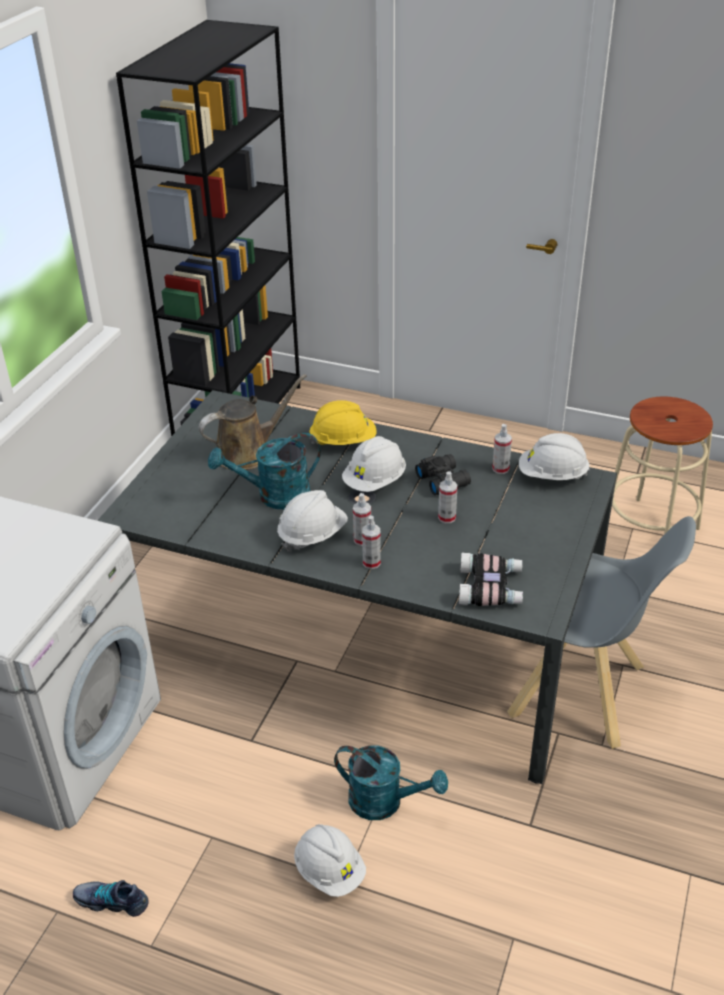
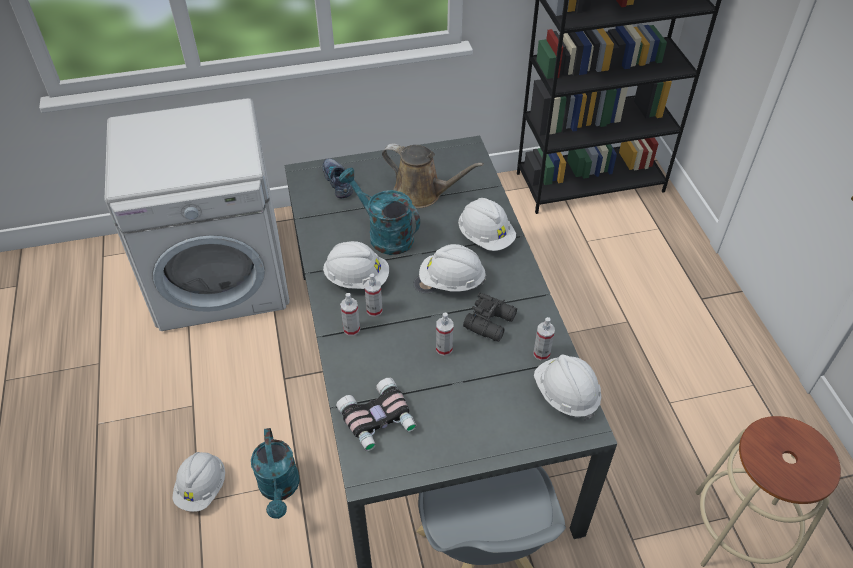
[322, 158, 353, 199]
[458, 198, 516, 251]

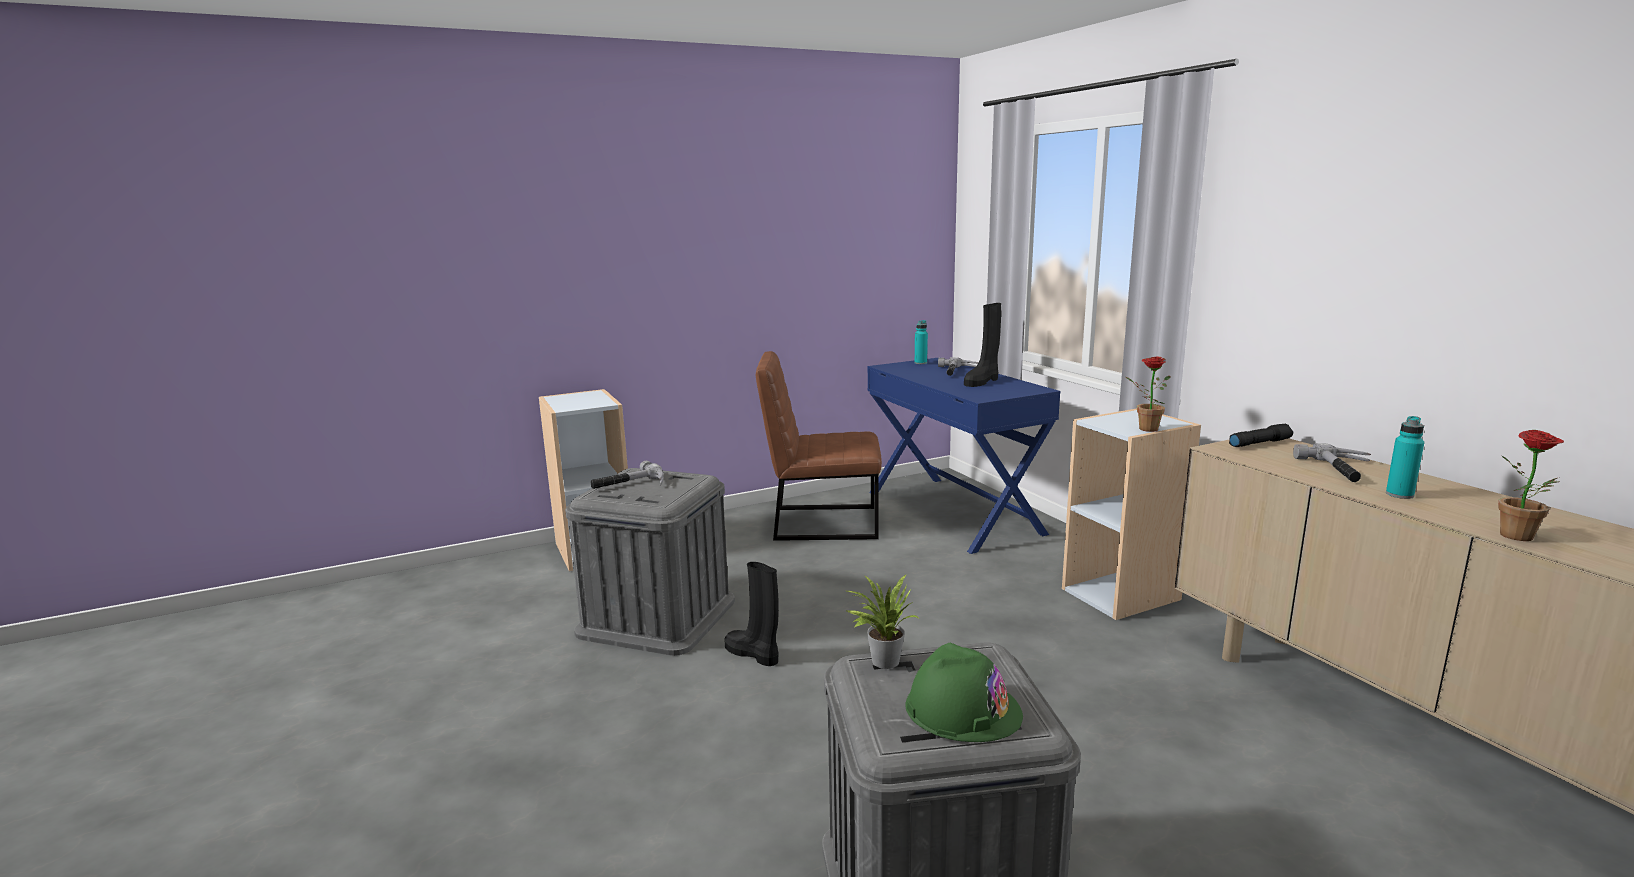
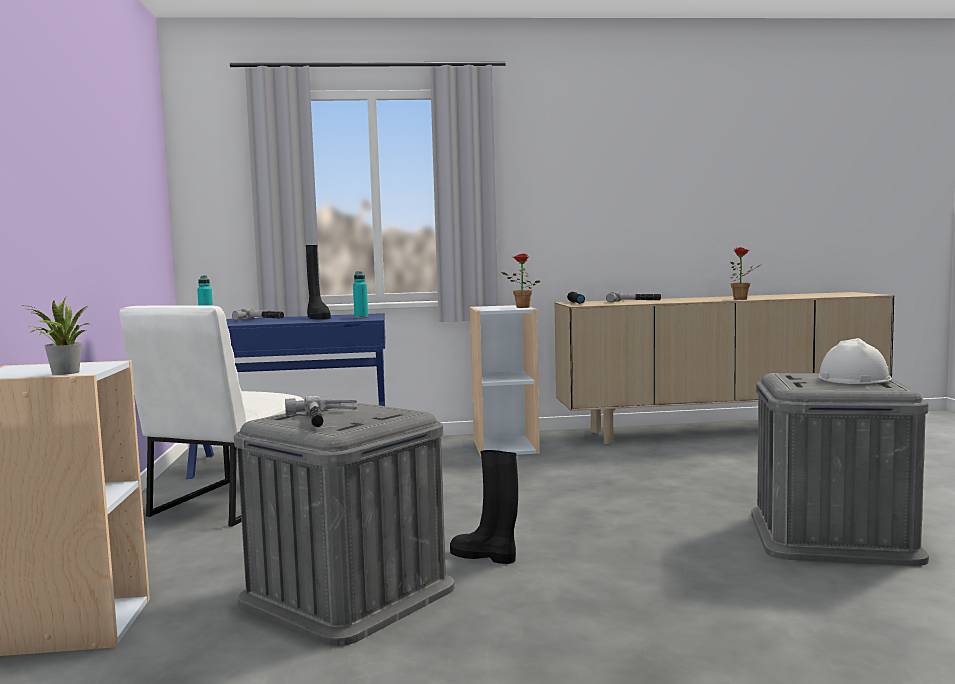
[29, 297, 91, 375]
[119, 305, 304, 527]
[353, 271, 368, 318]
[450, 450, 518, 564]
[819, 338, 892, 384]

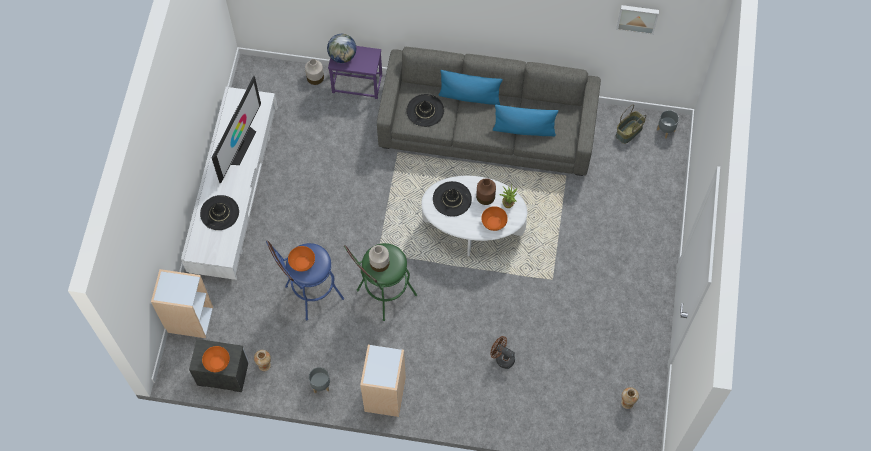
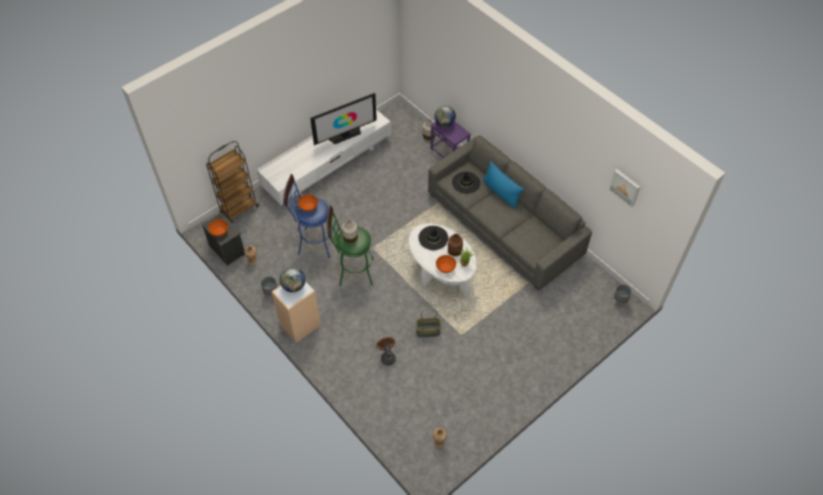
[206, 141, 260, 223]
[280, 267, 305, 292]
[416, 309, 441, 338]
[200, 195, 239, 230] (first image)
[493, 105, 559, 137] (first image)

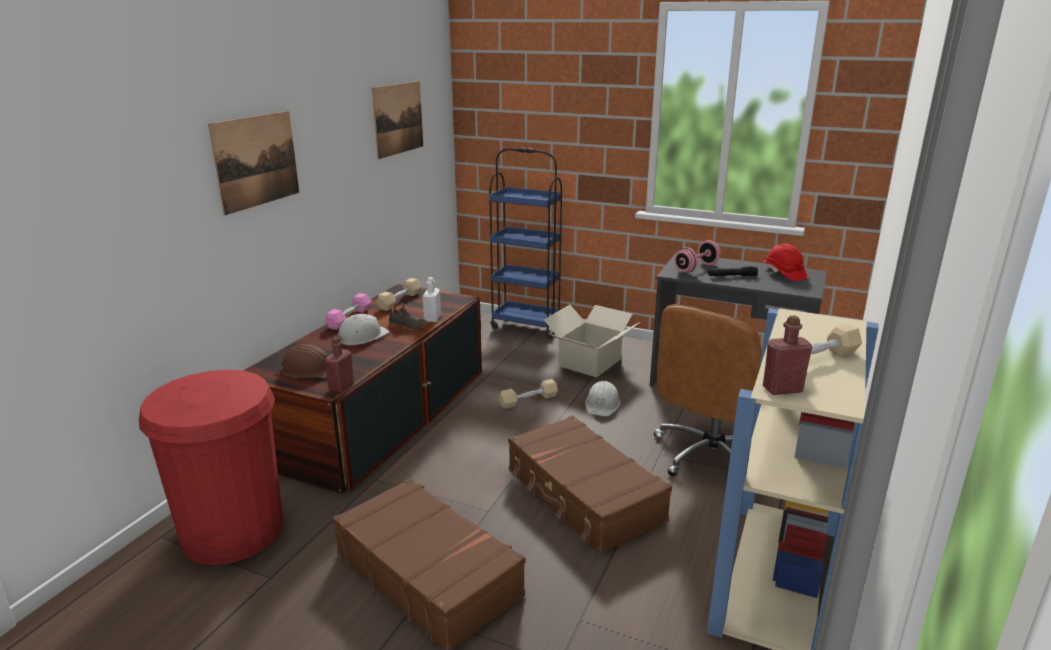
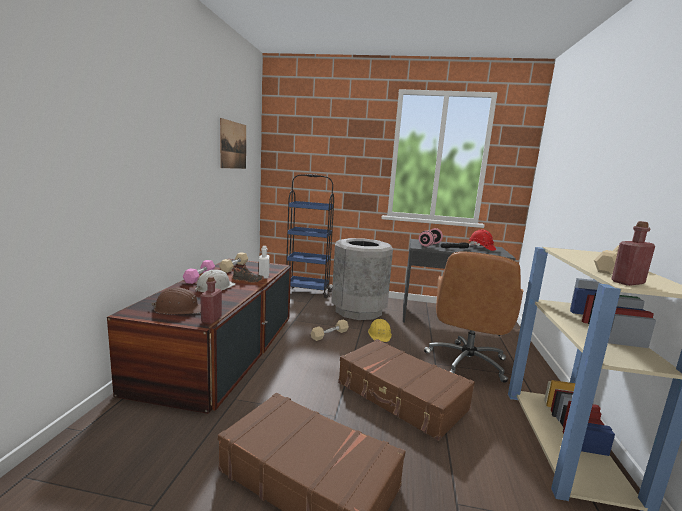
[331, 238, 393, 320]
[368, 319, 392, 342]
[139, 370, 283, 565] (first image)
[208, 111, 299, 215] (first image)

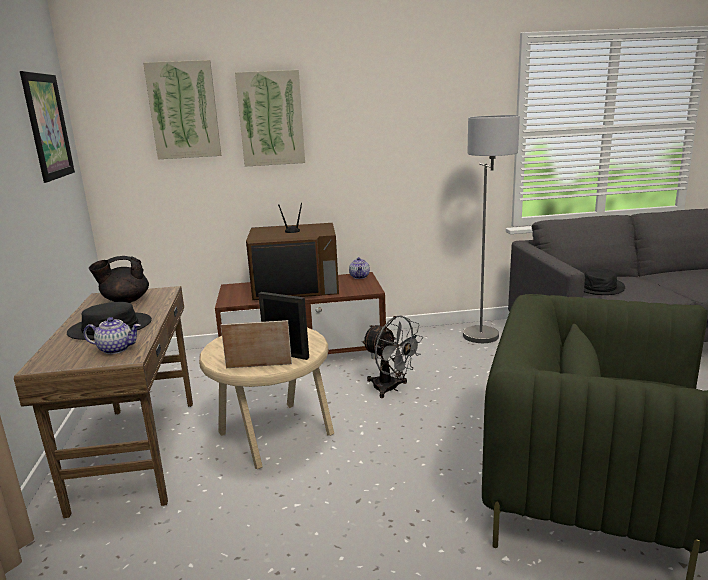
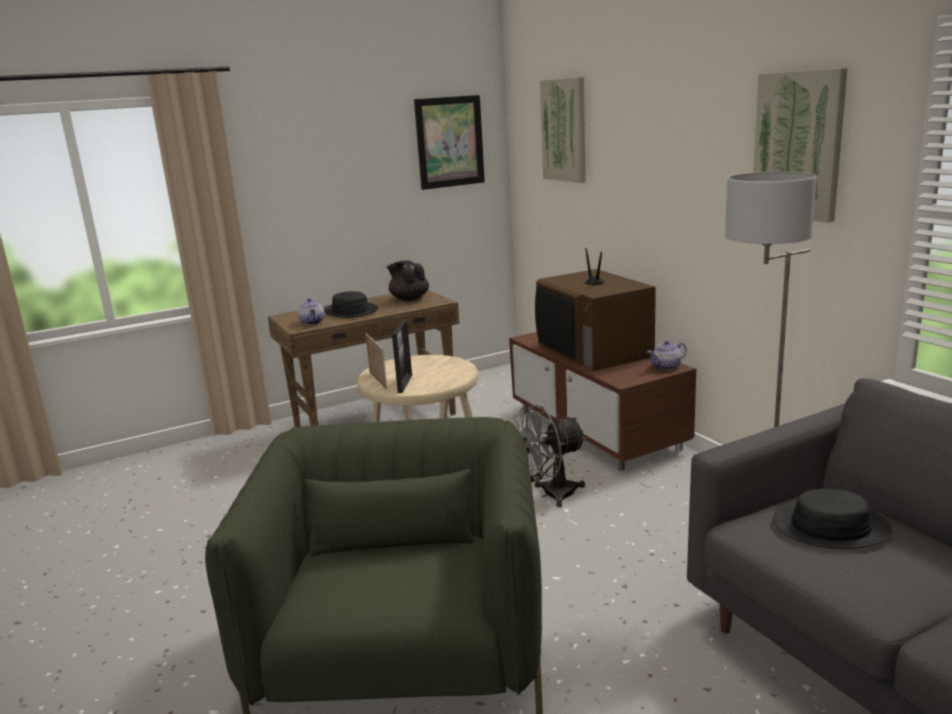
[513, 405, 586, 507]
[753, 68, 848, 222]

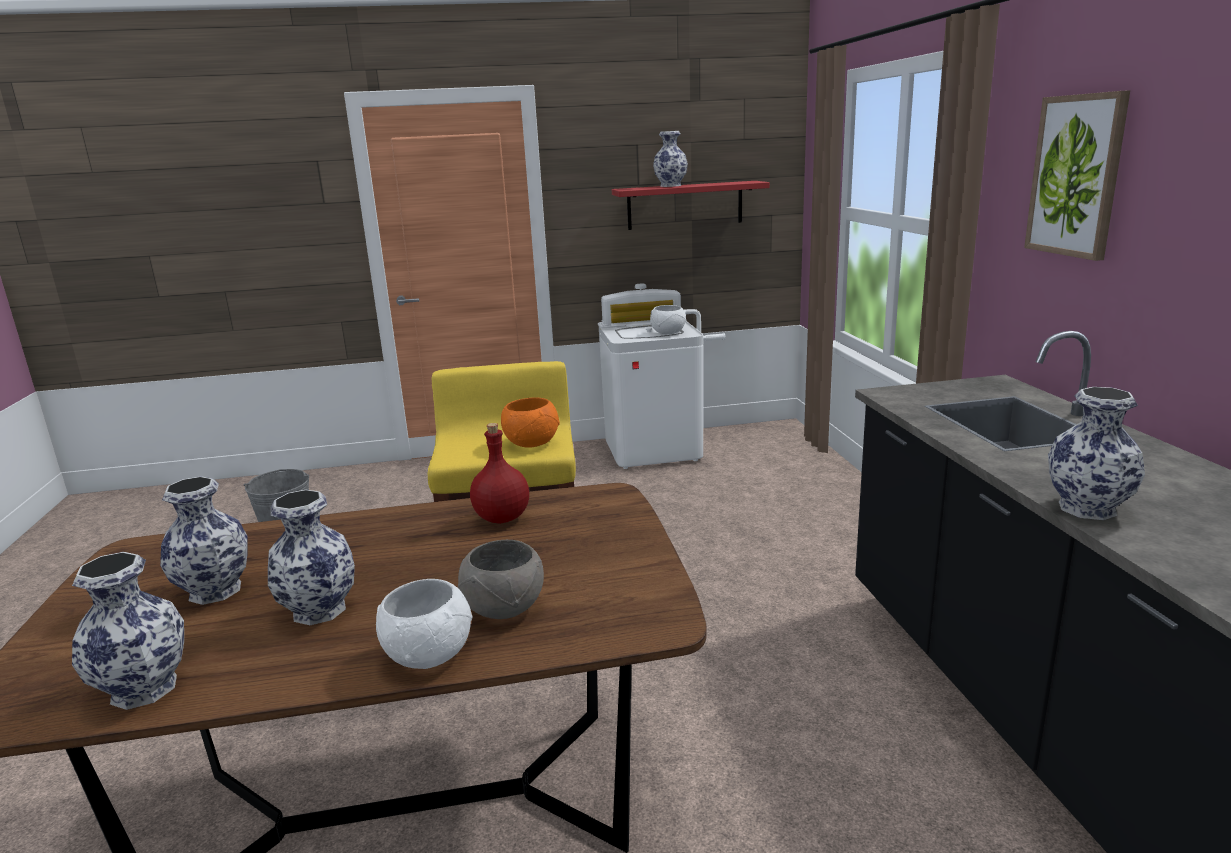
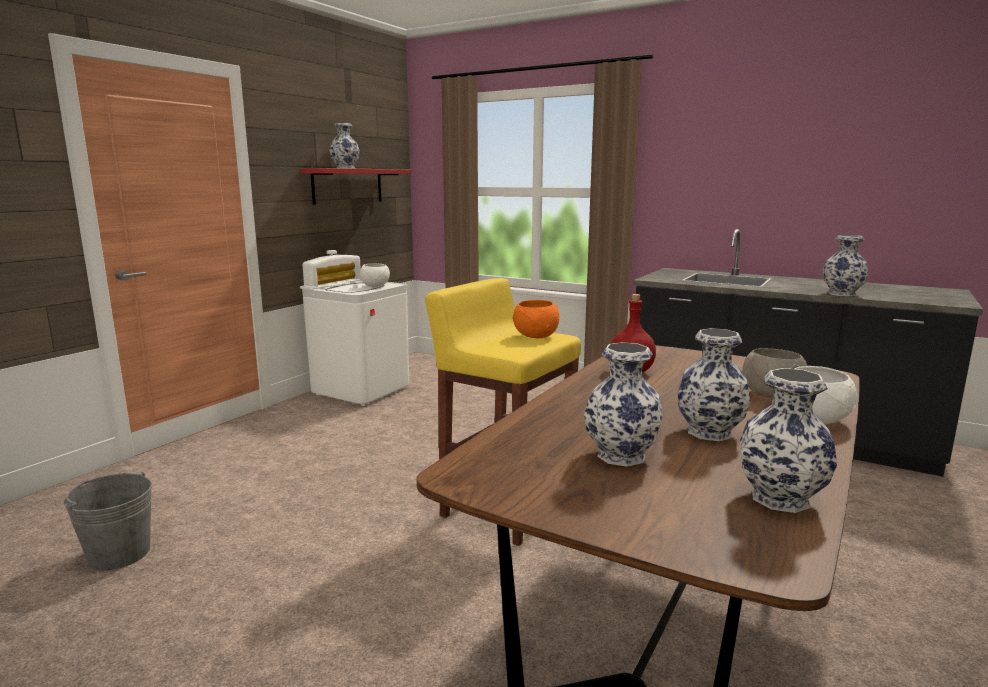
[1024, 90, 1130, 261] (first image)

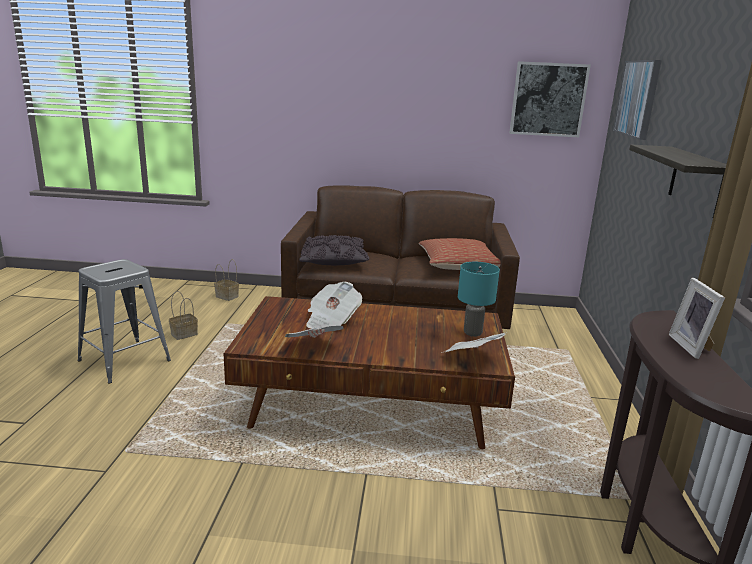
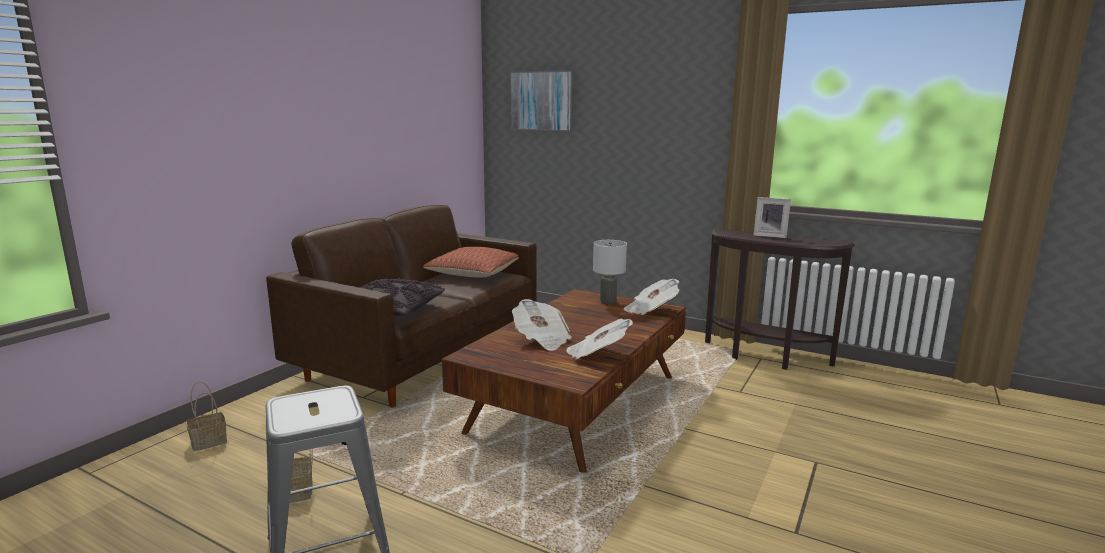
[593, 240, 627, 304]
[509, 61, 591, 137] (first image)
[629, 145, 726, 217] (first image)

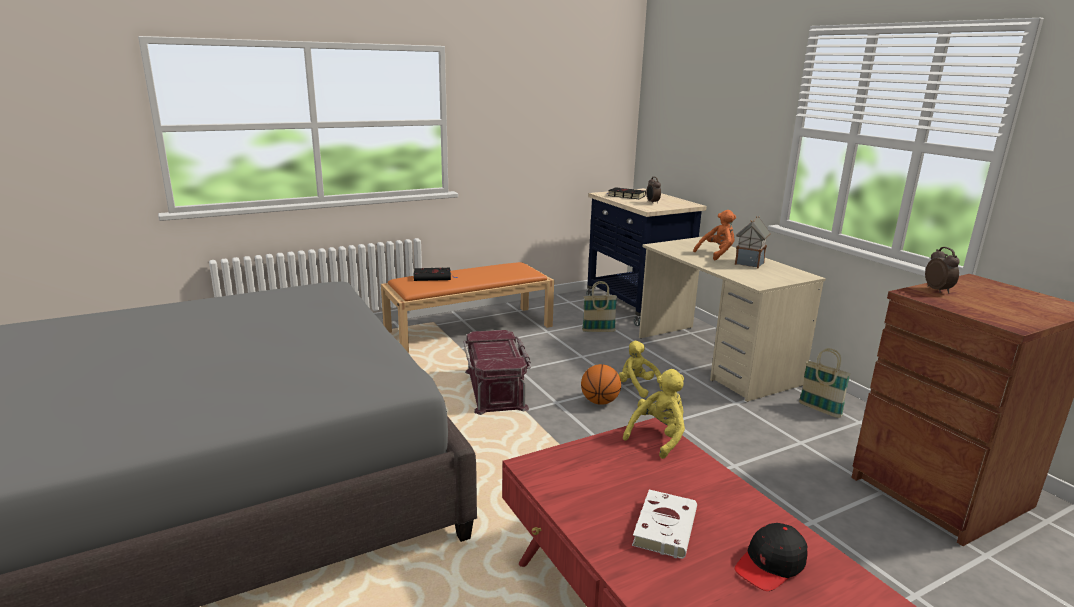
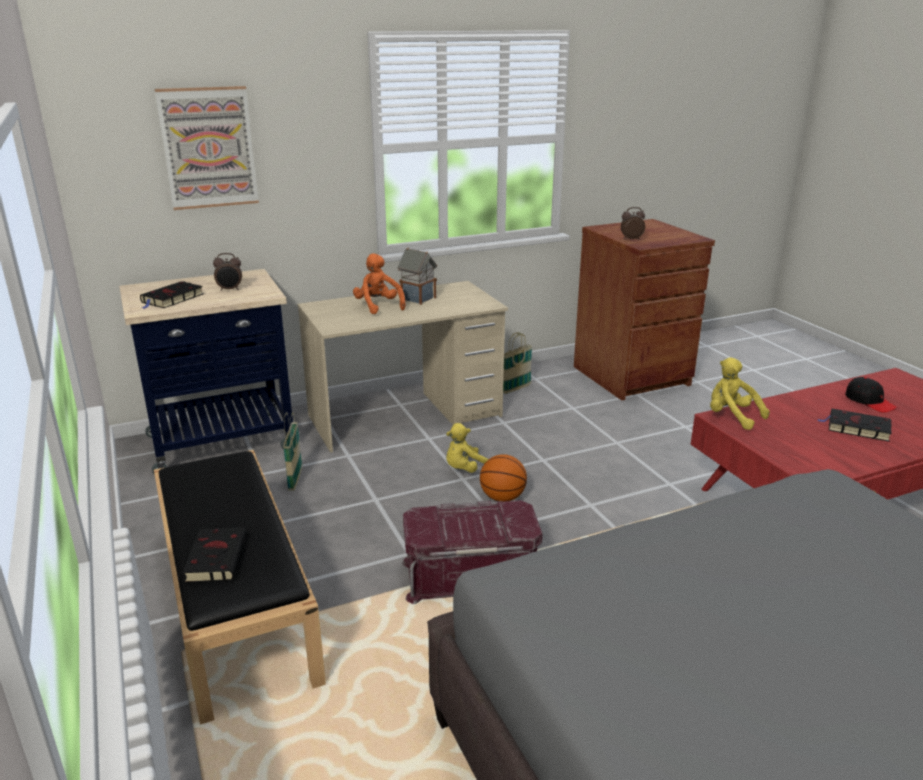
[154, 450, 326, 725]
[155, 86, 259, 210]
[818, 409, 892, 442]

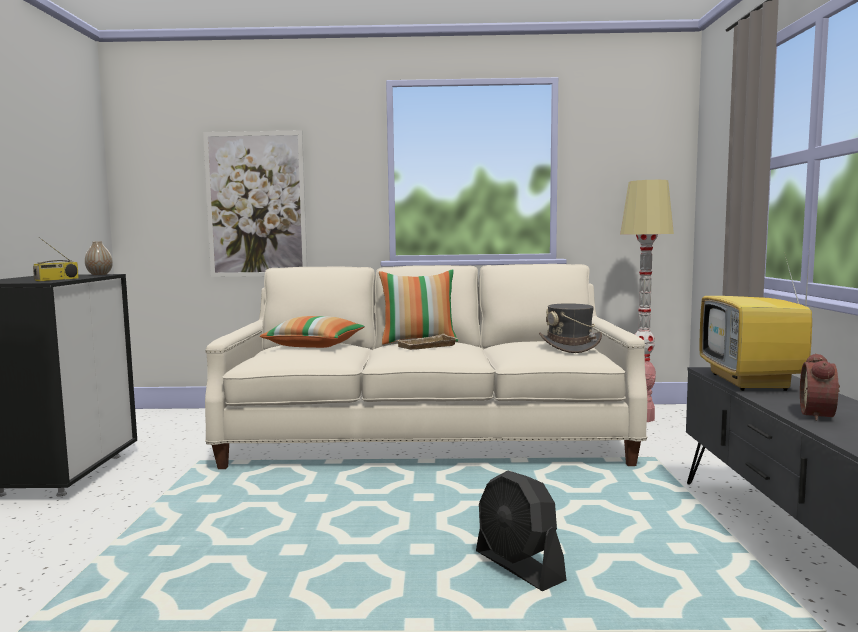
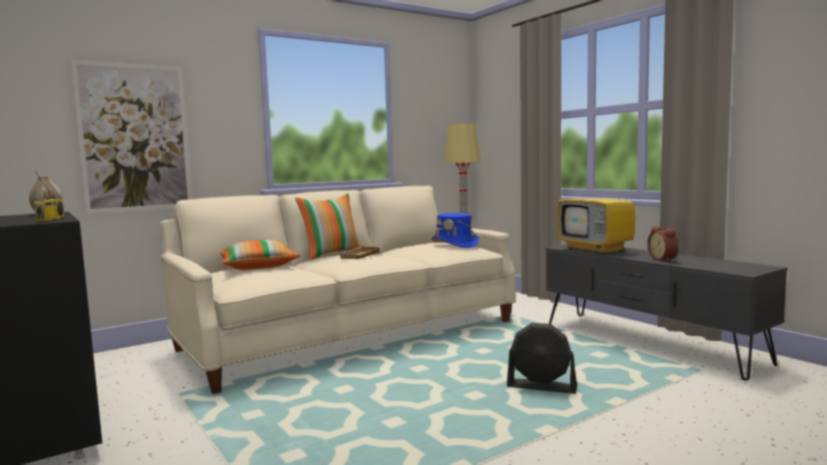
[432, 213, 479, 248]

